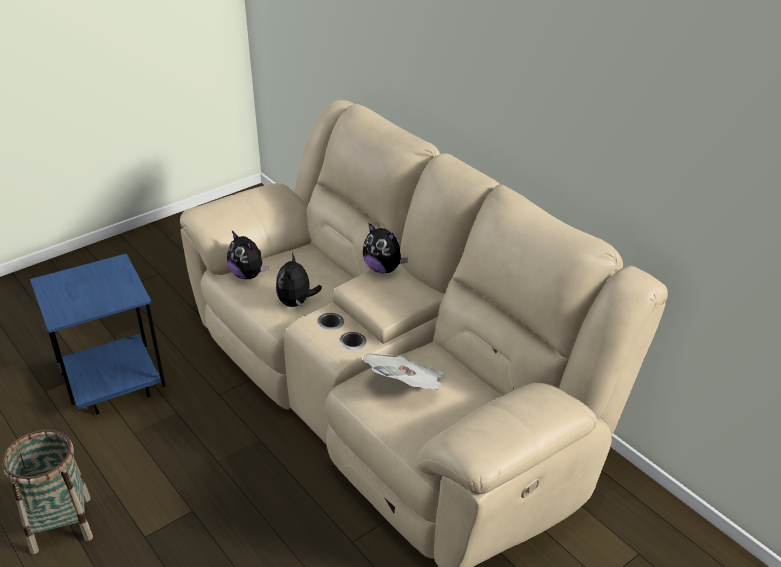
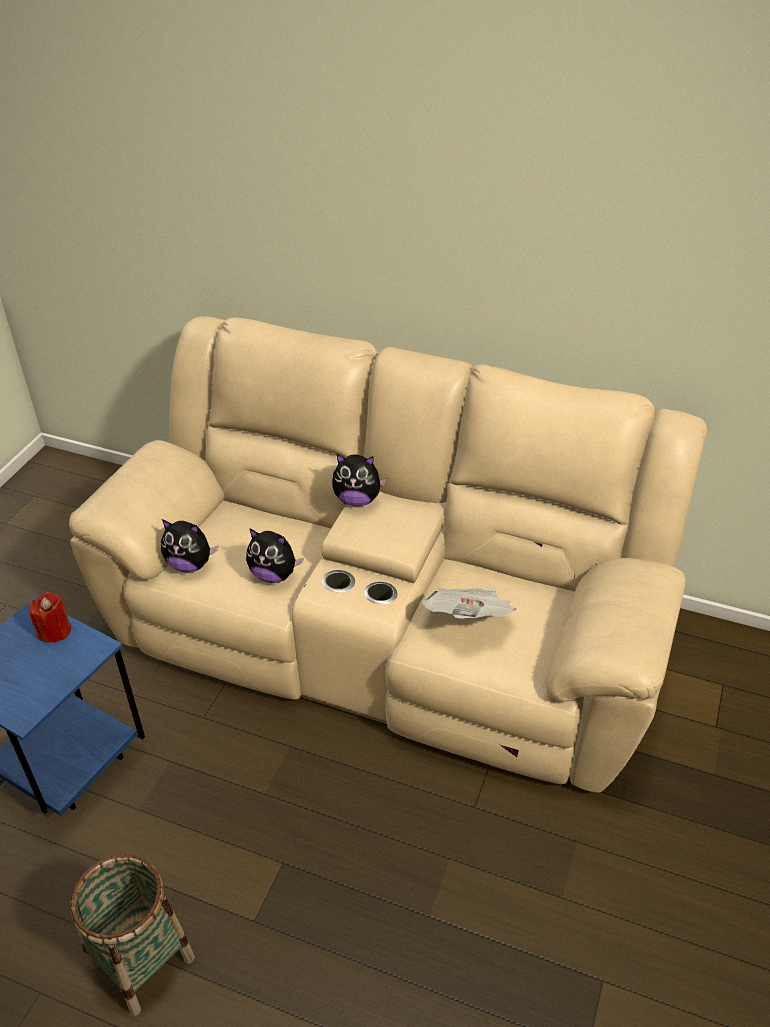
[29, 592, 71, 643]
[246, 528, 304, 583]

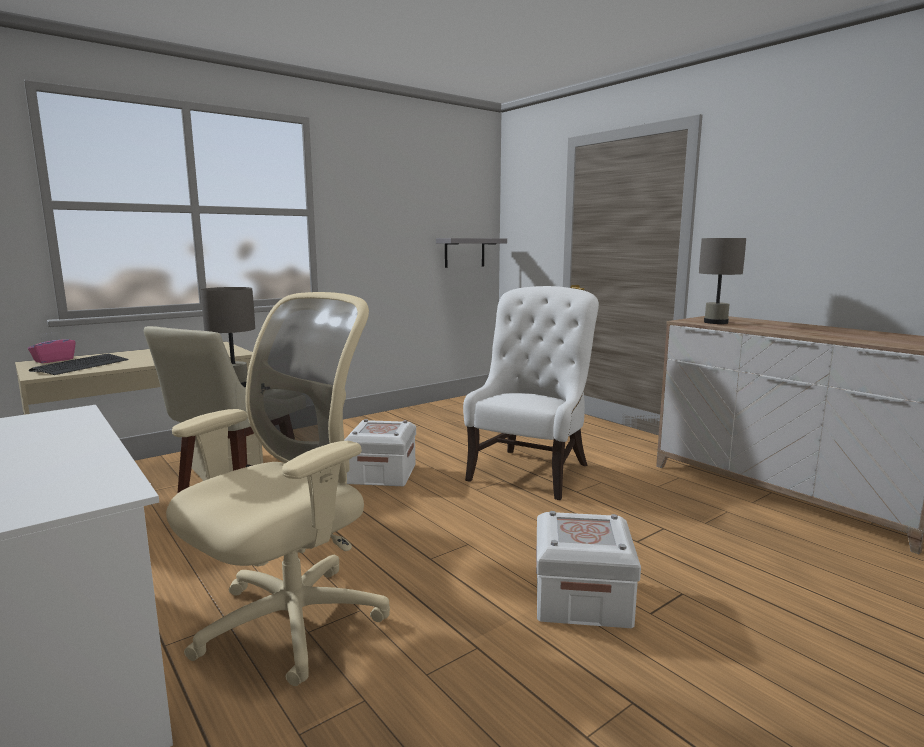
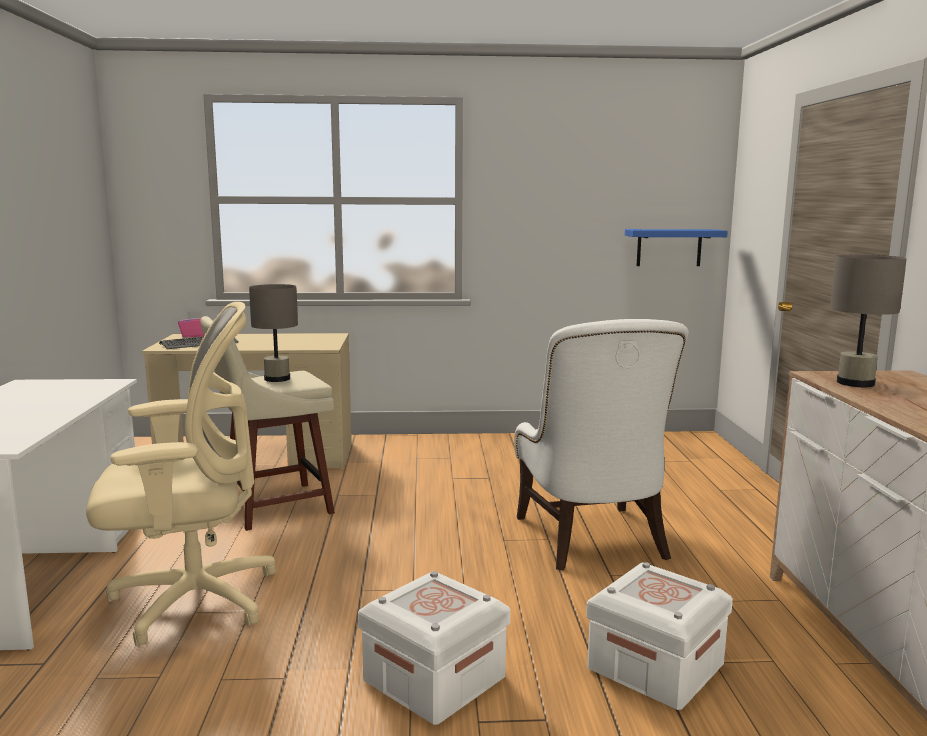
[514, 319, 688, 570]
[586, 562, 733, 710]
[625, 229, 728, 266]

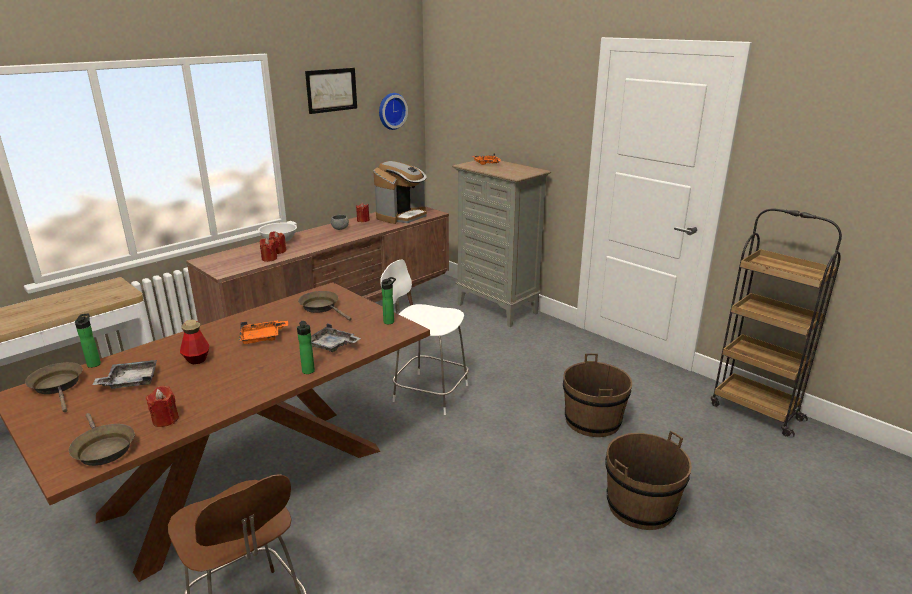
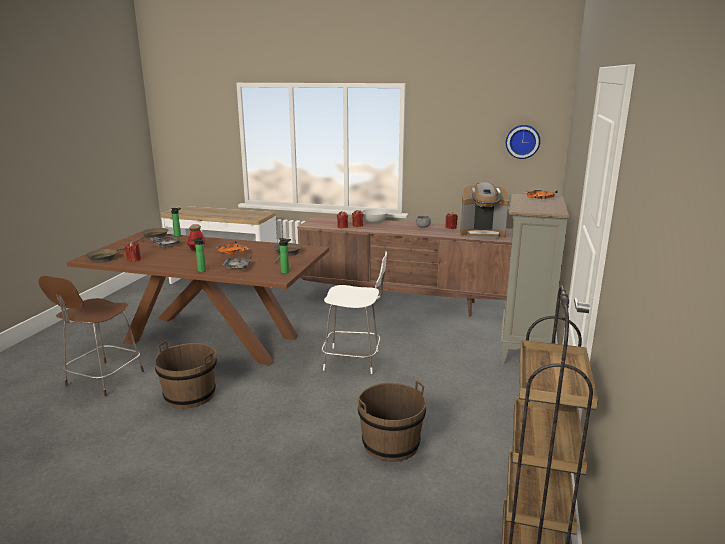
[154, 341, 217, 409]
[321, 251, 387, 374]
[305, 68, 357, 114] (first image)

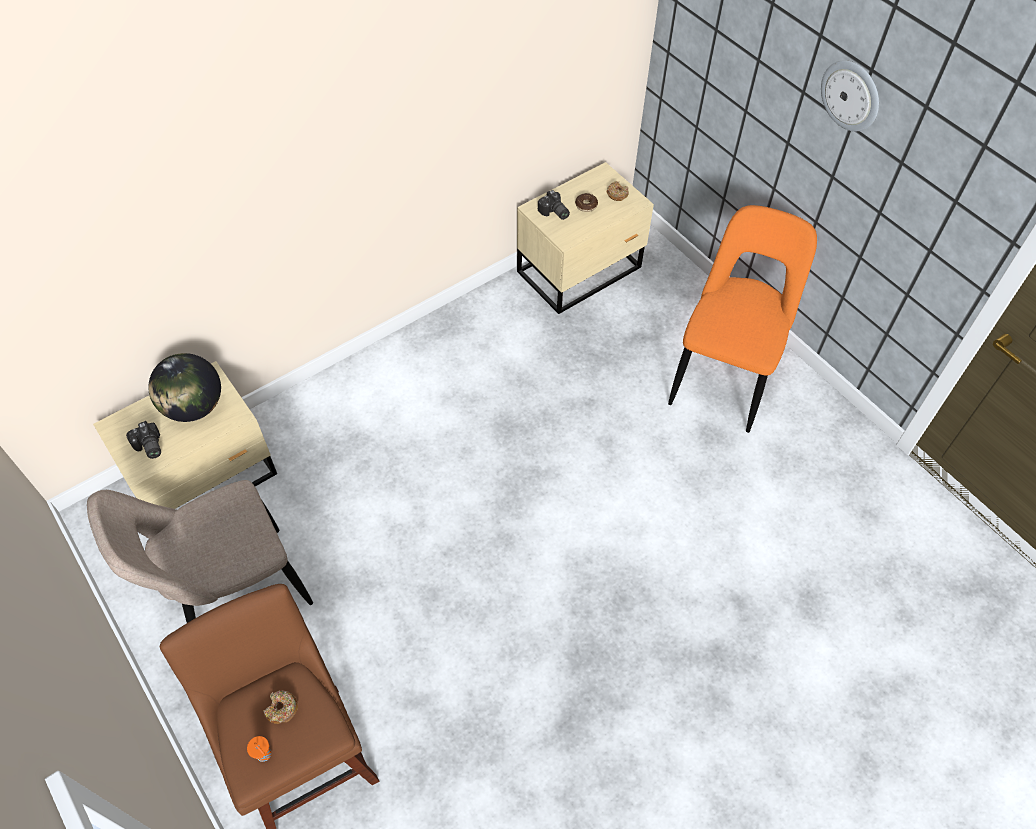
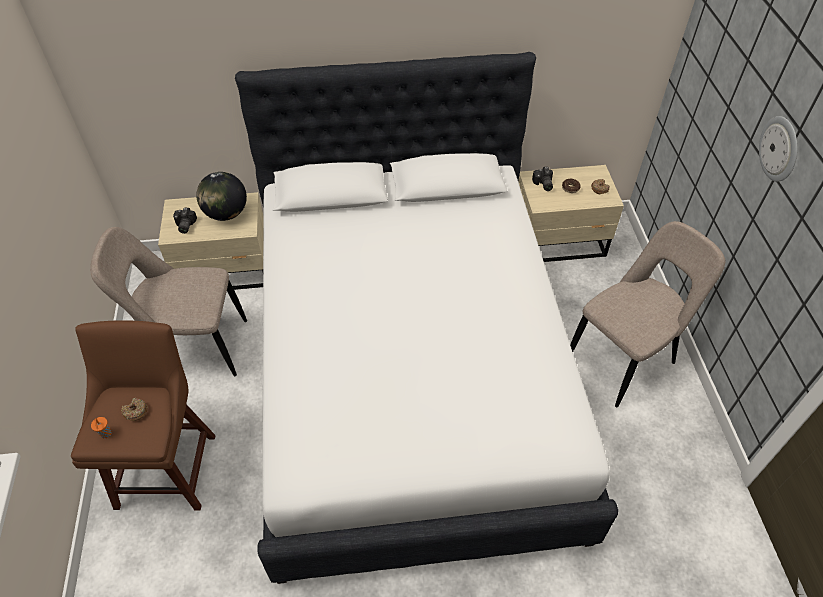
[235, 52, 618, 584]
[570, 221, 725, 407]

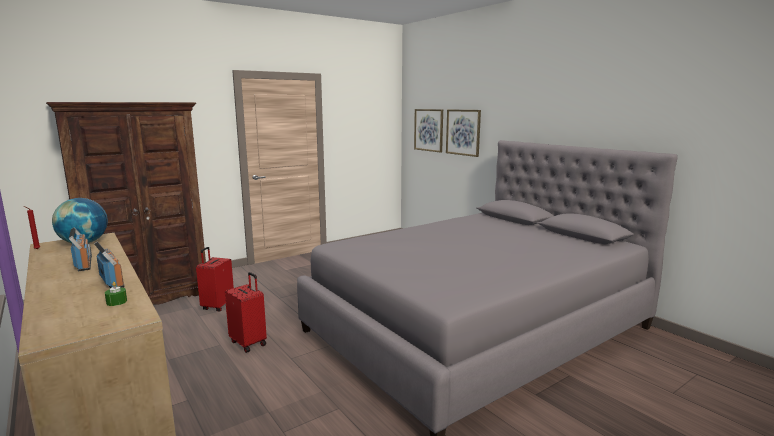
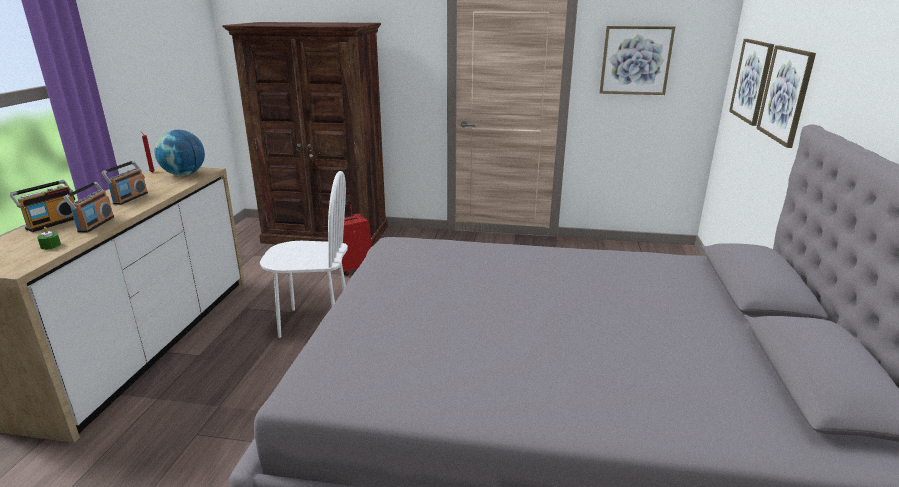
[10, 180, 75, 232]
[260, 171, 348, 338]
[600, 26, 675, 95]

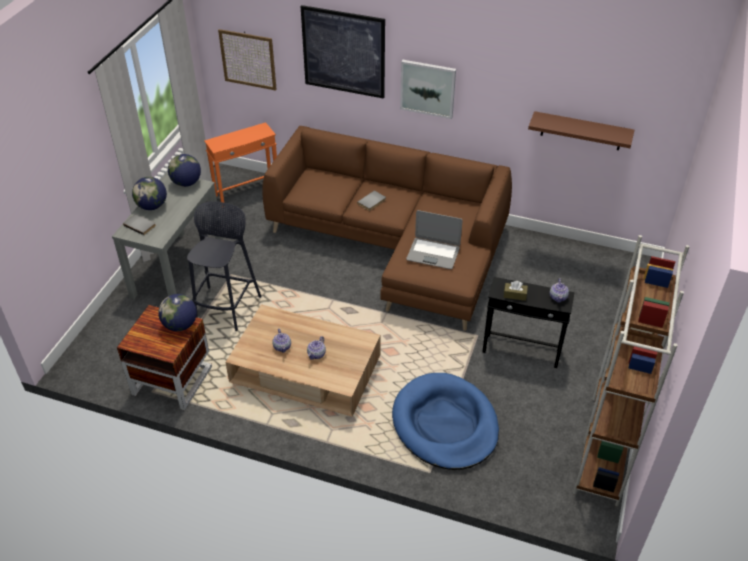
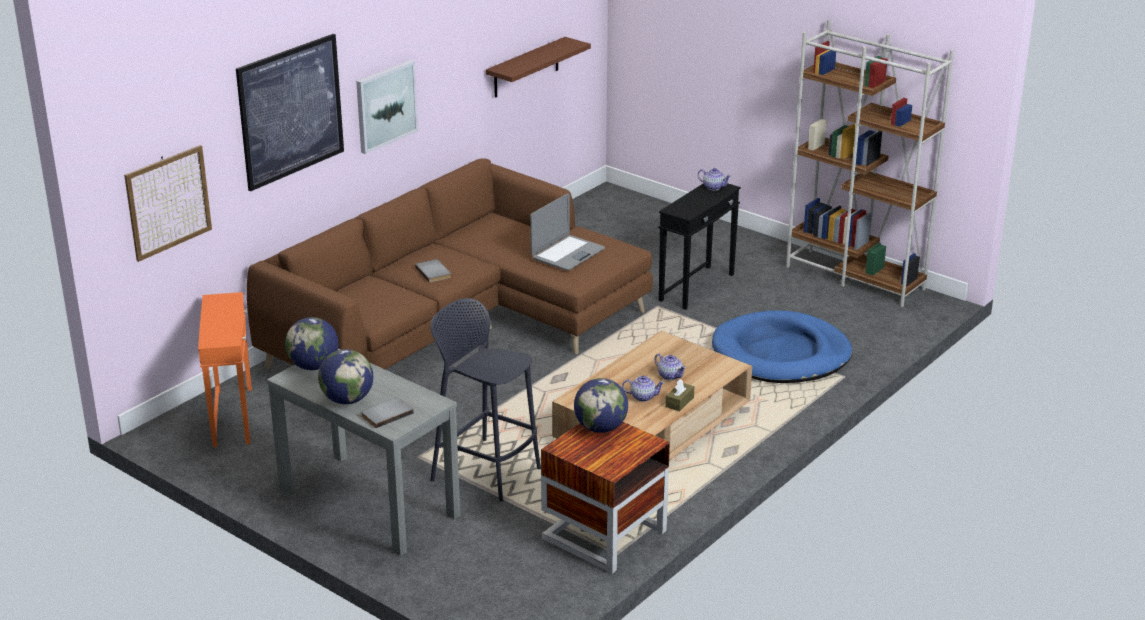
[666, 379, 694, 411]

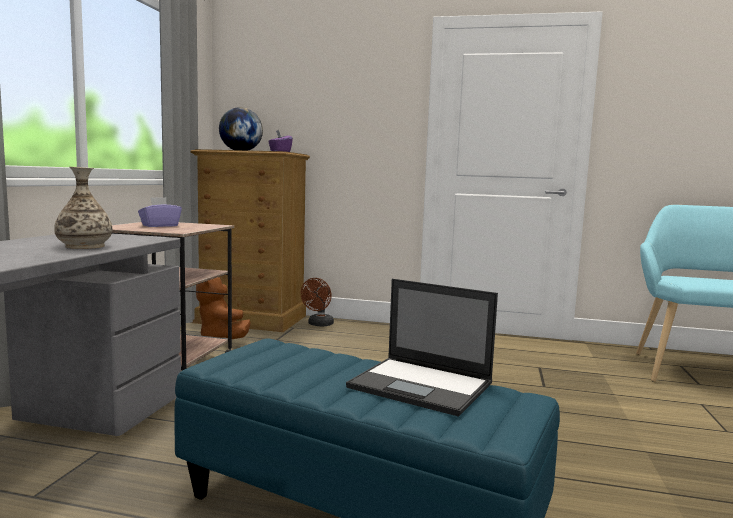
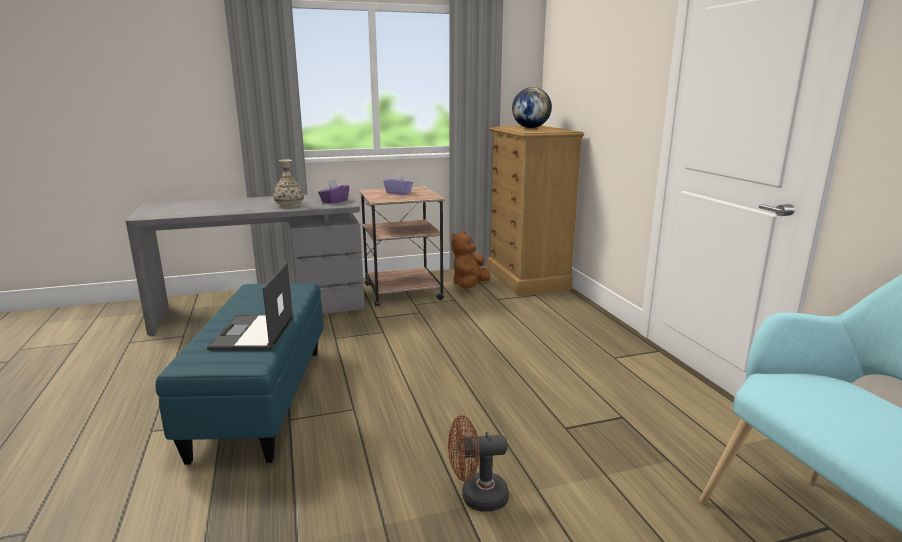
[318, 179, 349, 204]
[448, 415, 509, 512]

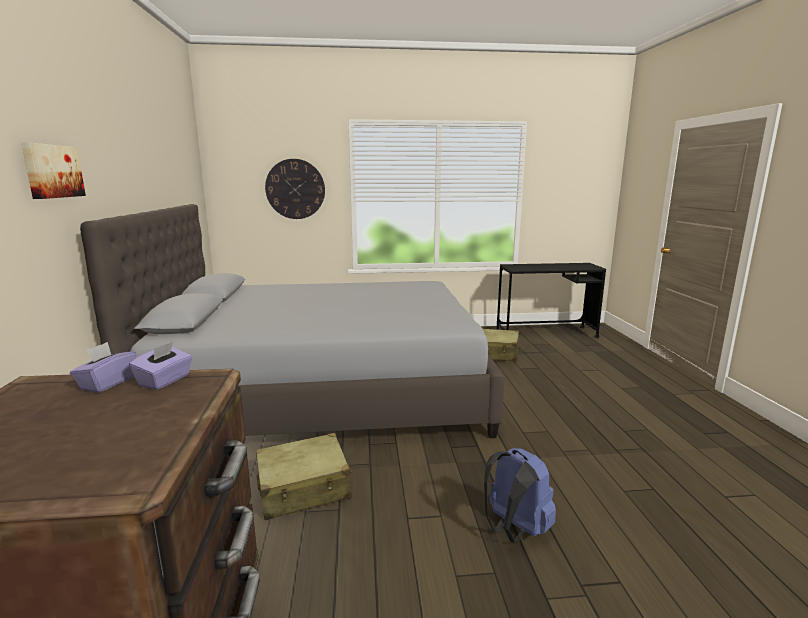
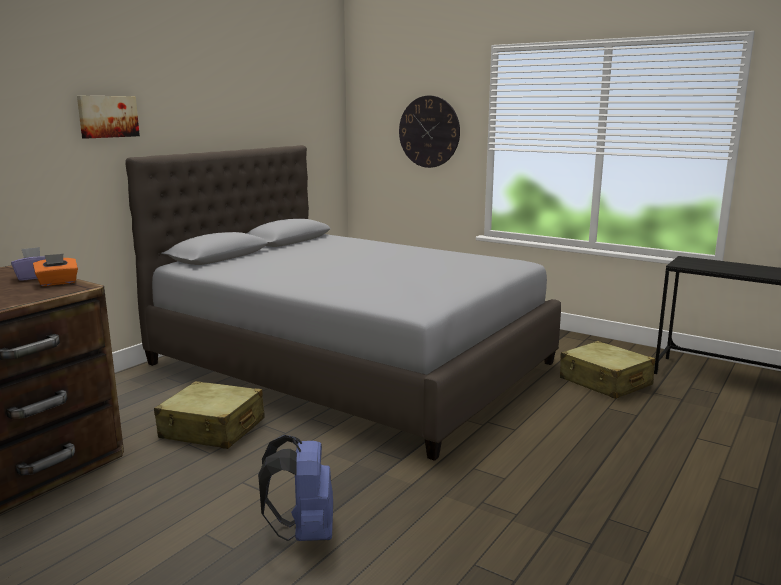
[33, 254, 78, 286]

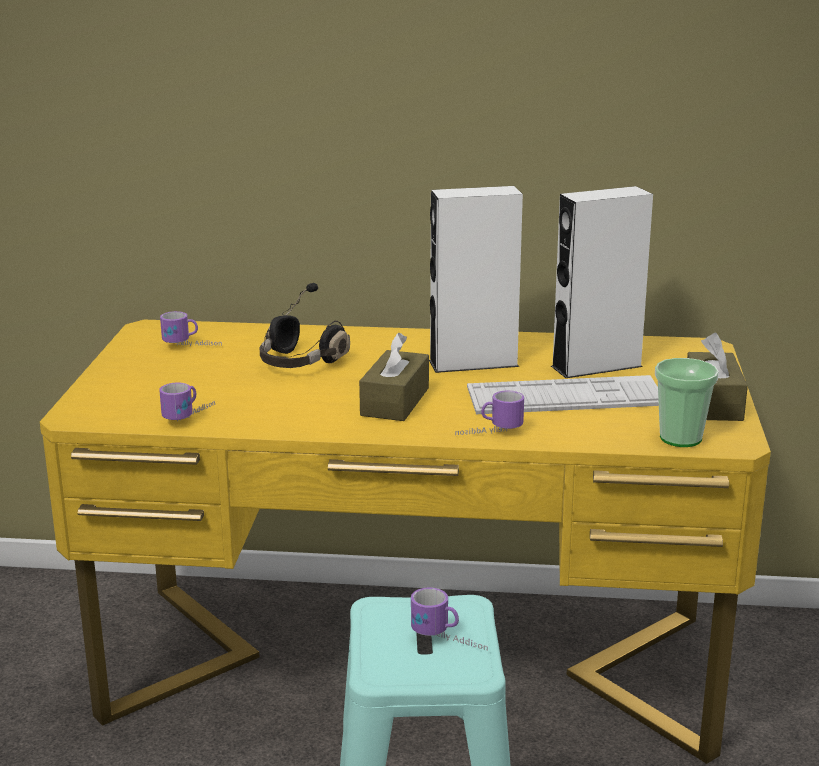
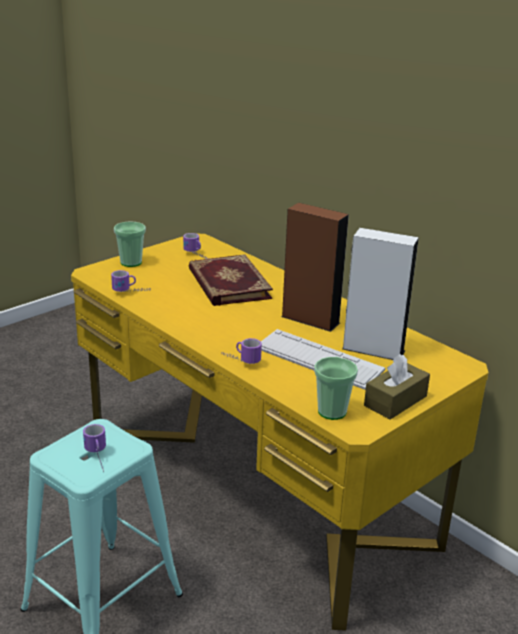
[114, 222, 146, 267]
[189, 254, 273, 306]
[281, 203, 349, 332]
[359, 333, 429, 421] (first image)

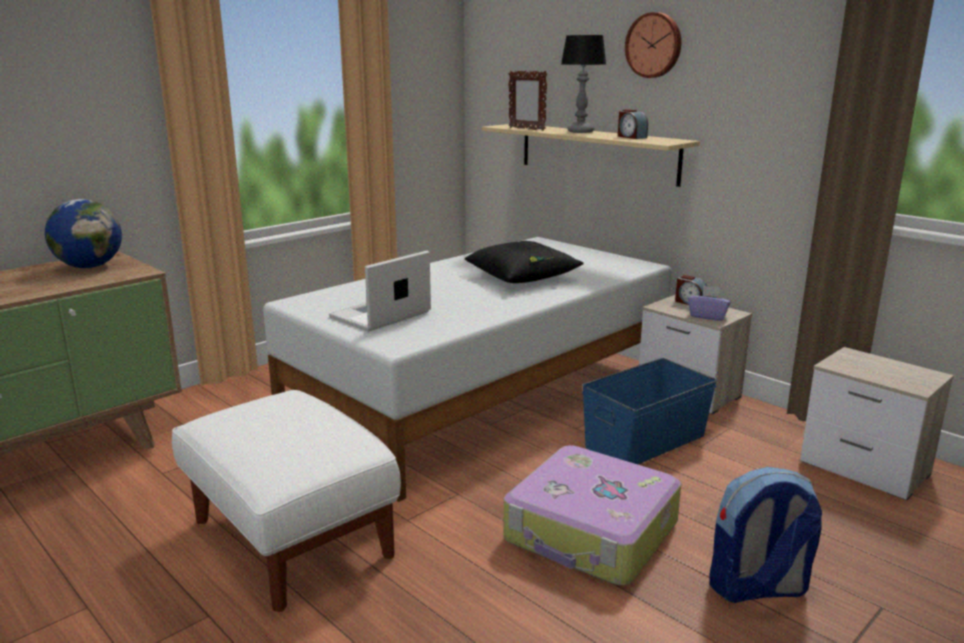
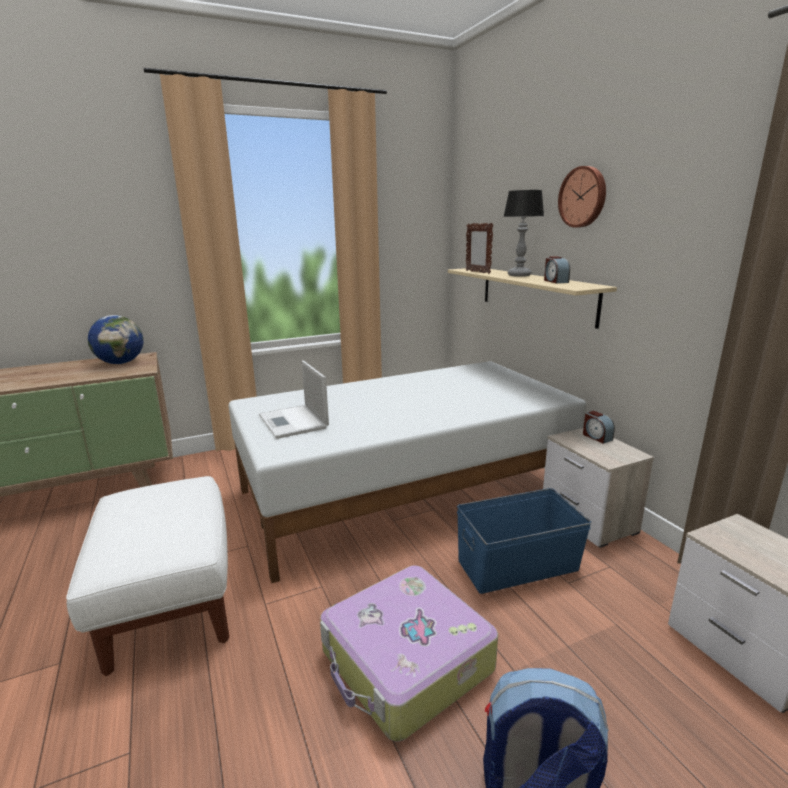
[259, 361, 329, 439]
[465, 241, 584, 283] (first image)
[688, 285, 731, 321] (first image)

